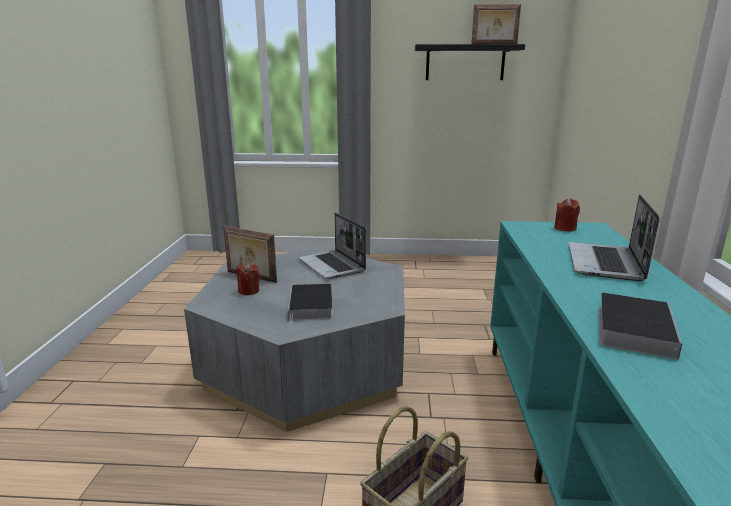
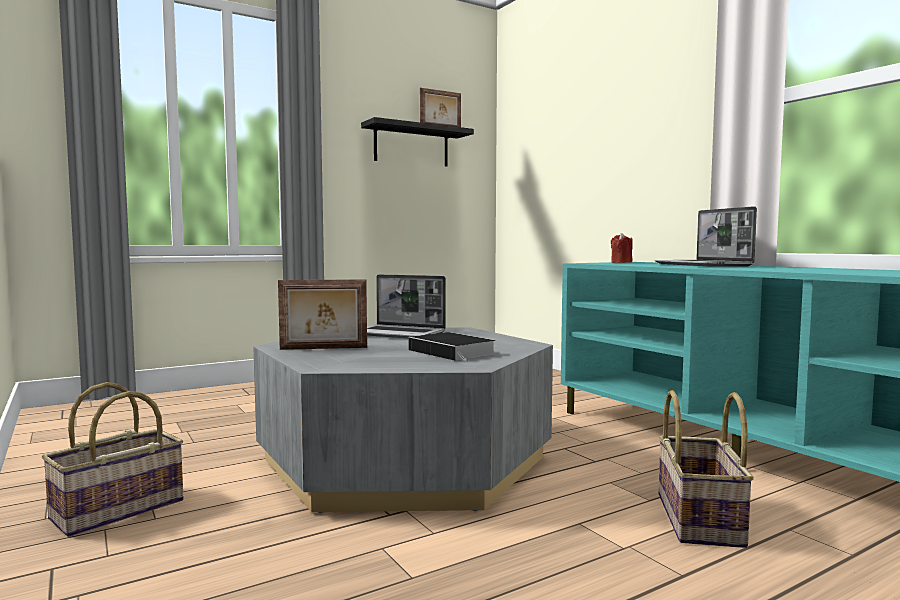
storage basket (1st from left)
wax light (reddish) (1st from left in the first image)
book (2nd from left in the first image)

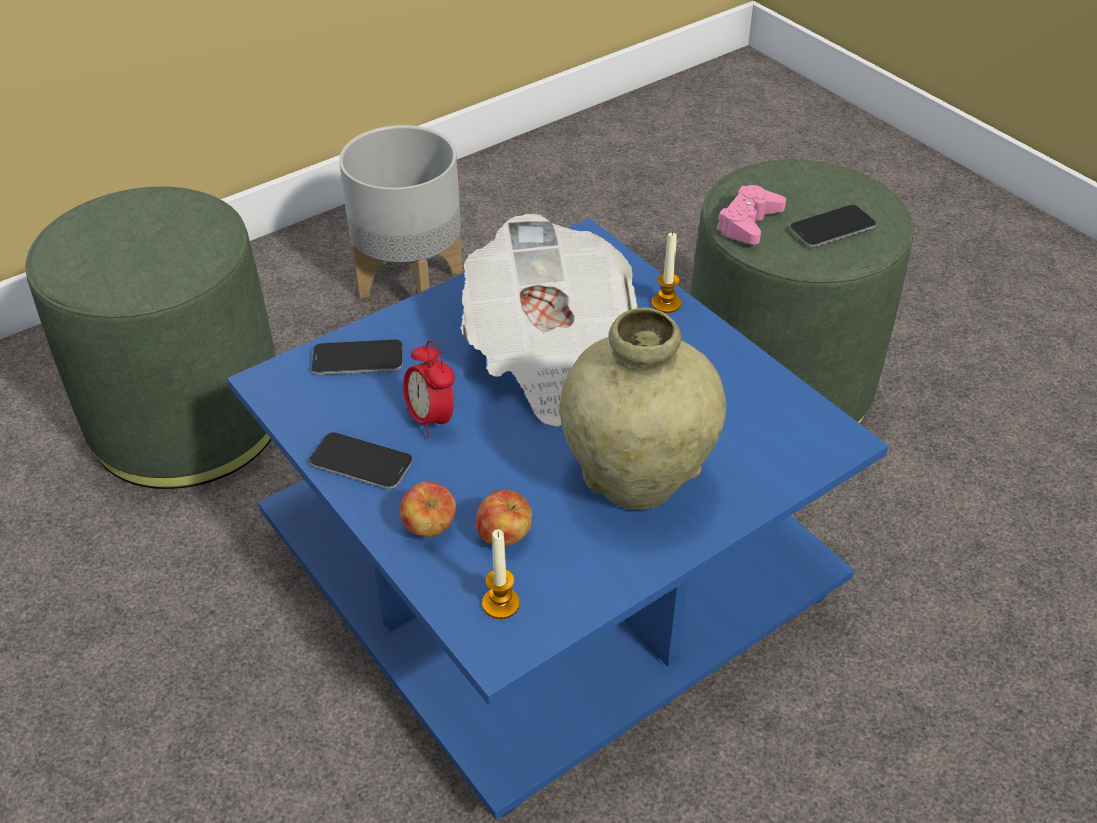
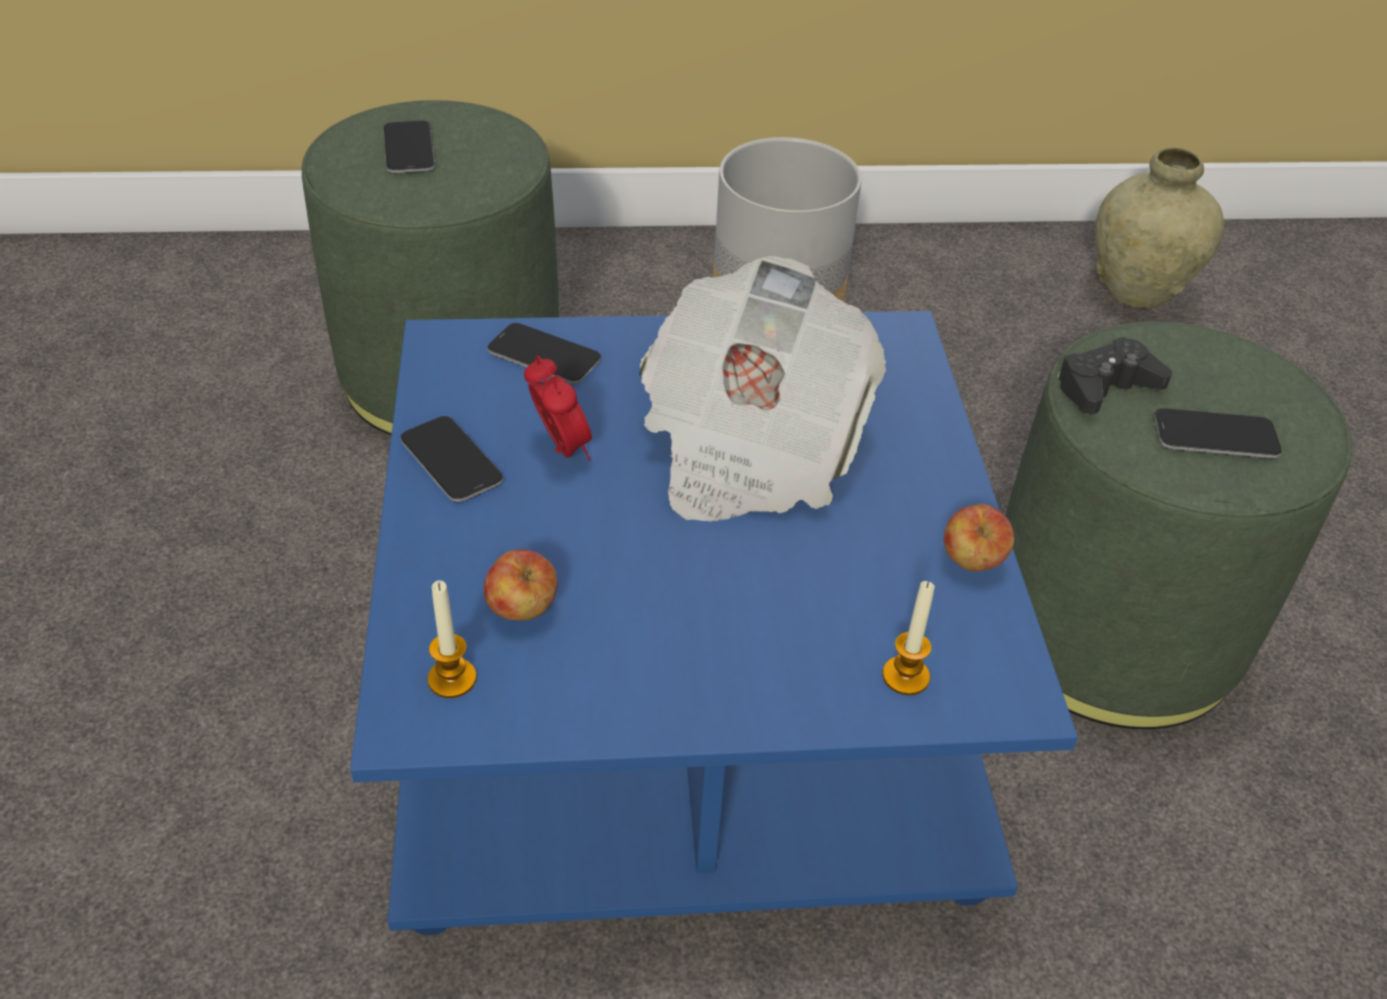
phone (1st from left)
bedside clock
wax light (2nd from left)
apple (2nd from left)
joypad (blackish)
vase (beige-coloured)

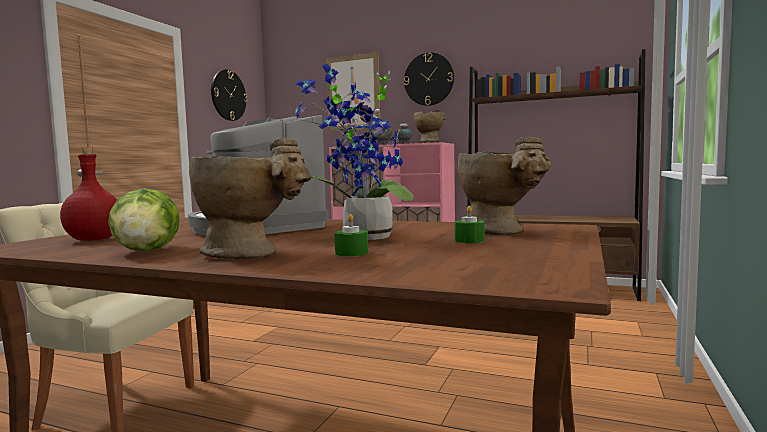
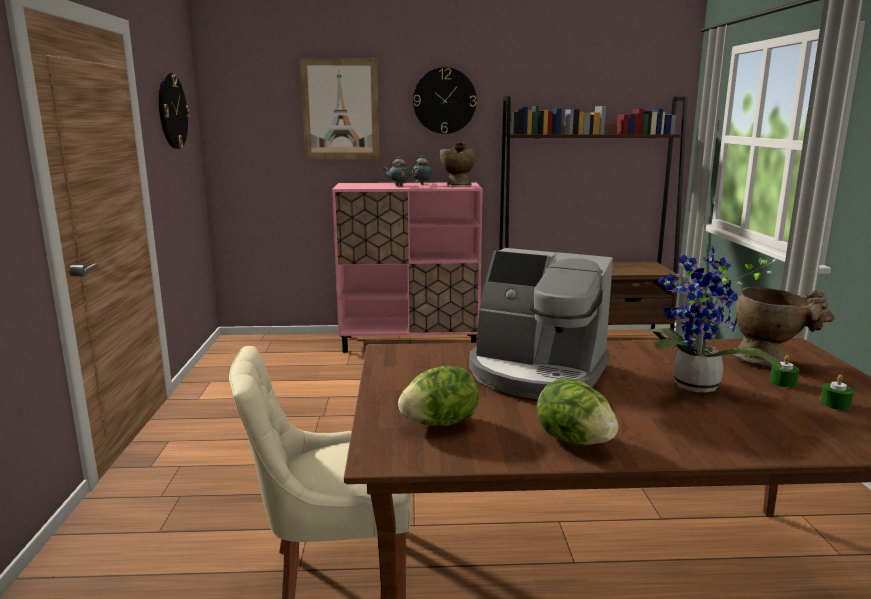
head of lettuce (1st from left)
wax light (green) (2nd from left)
vase (beige-coloured) (1st from left in the first image)

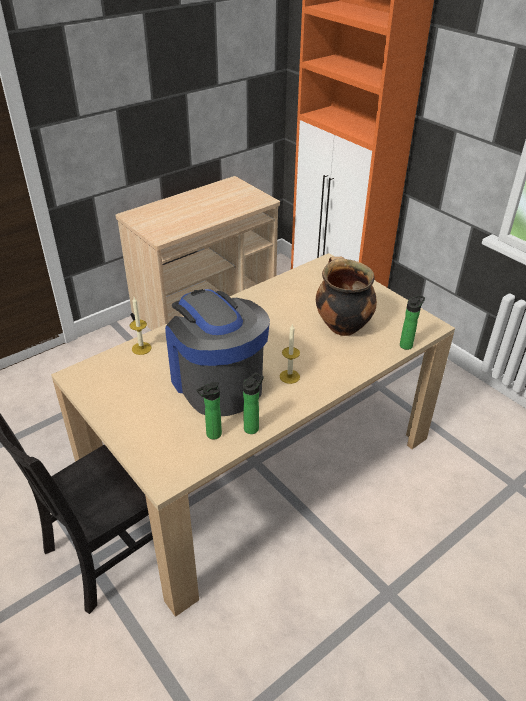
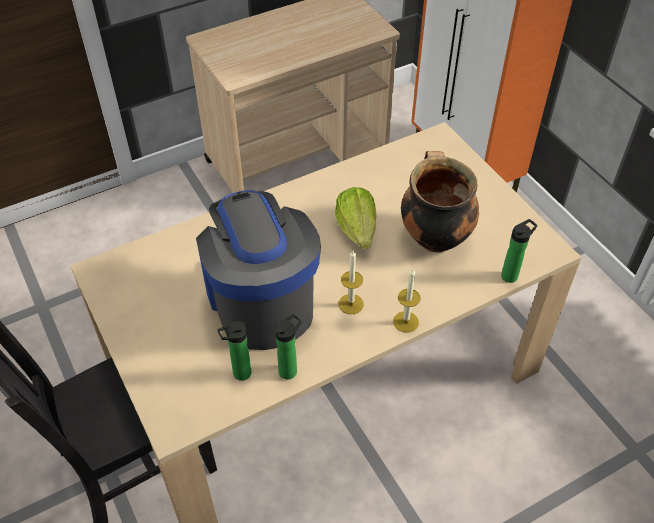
head of lettuce
wax light (2nd from left)

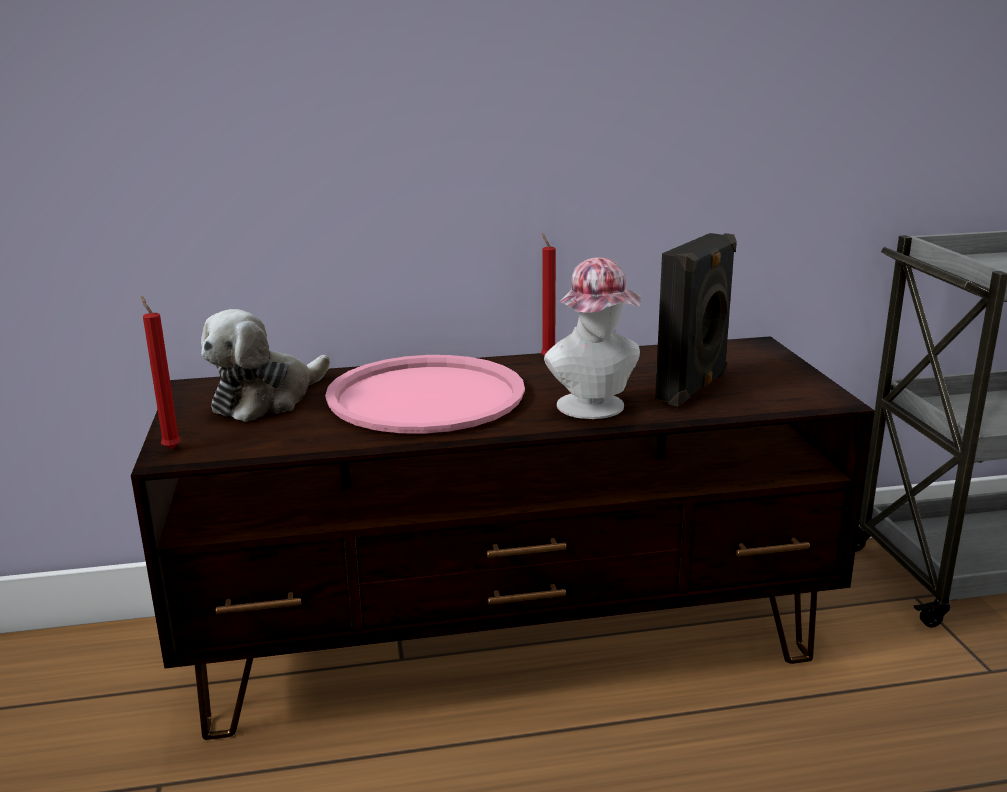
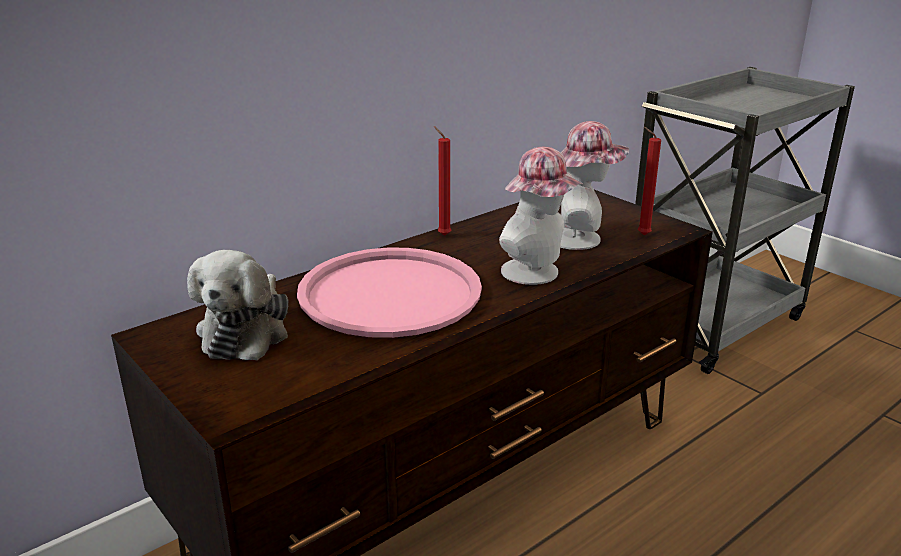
clothing hat (2nd from left)
wax light (reddish) (2nd from left)

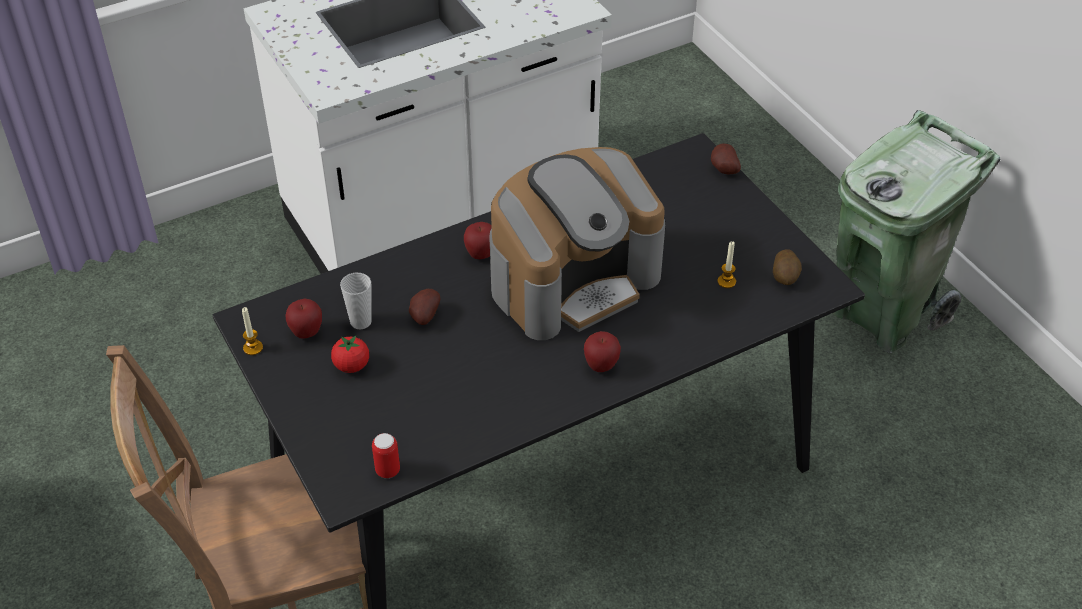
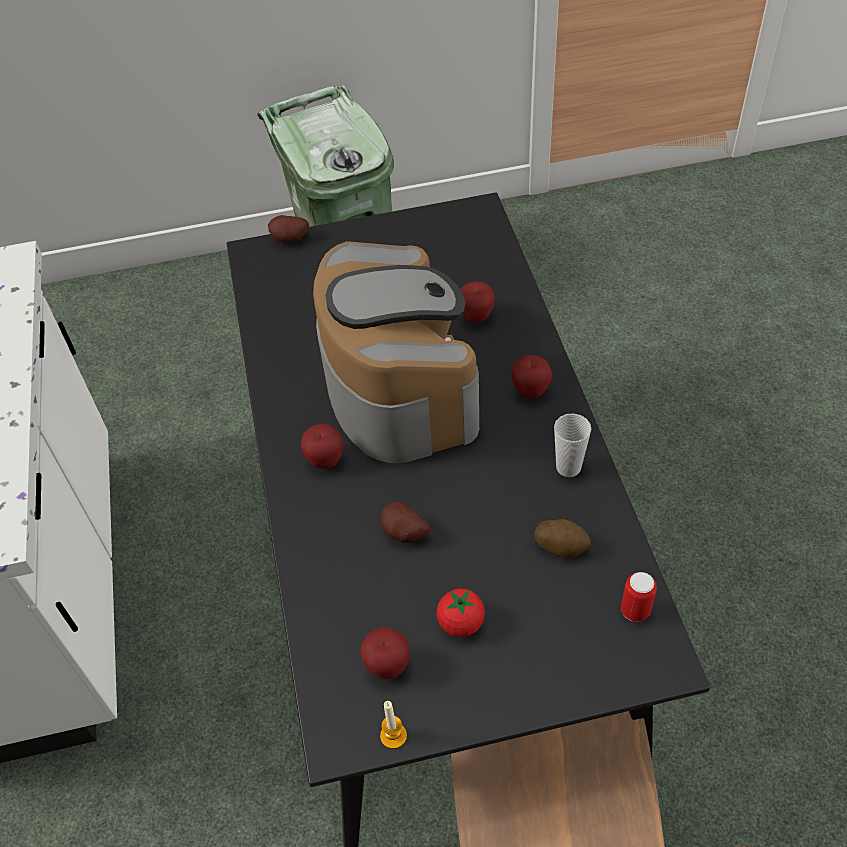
apple (3rd from left)
whole potato (3rd from left)
cup
wax light (2nd from left in the first image)

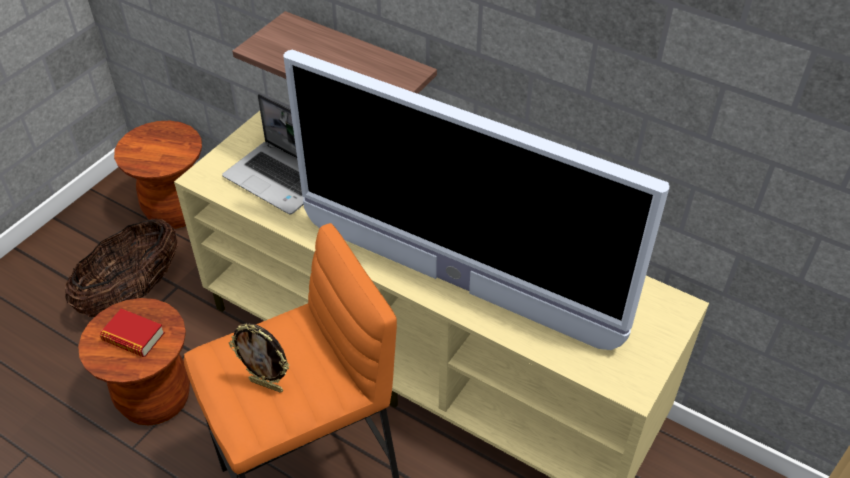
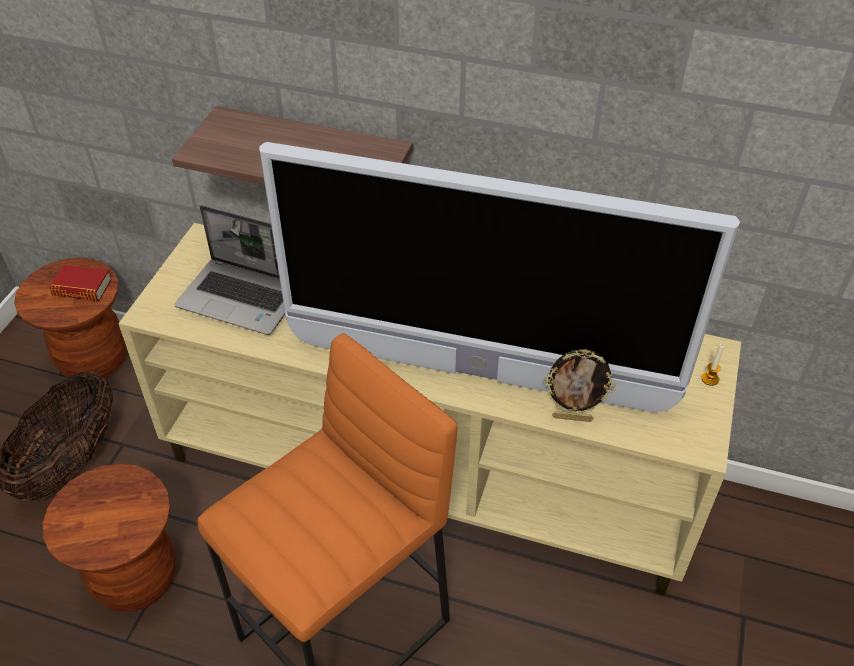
book
standing frame
wax light

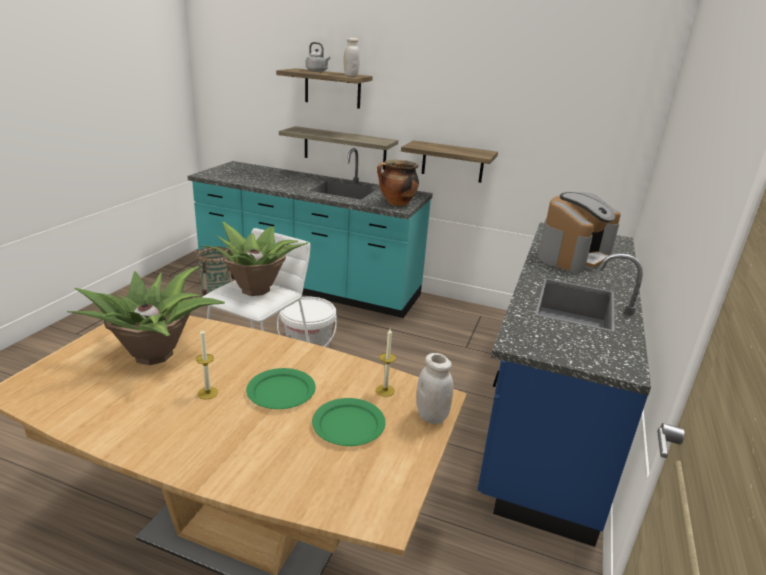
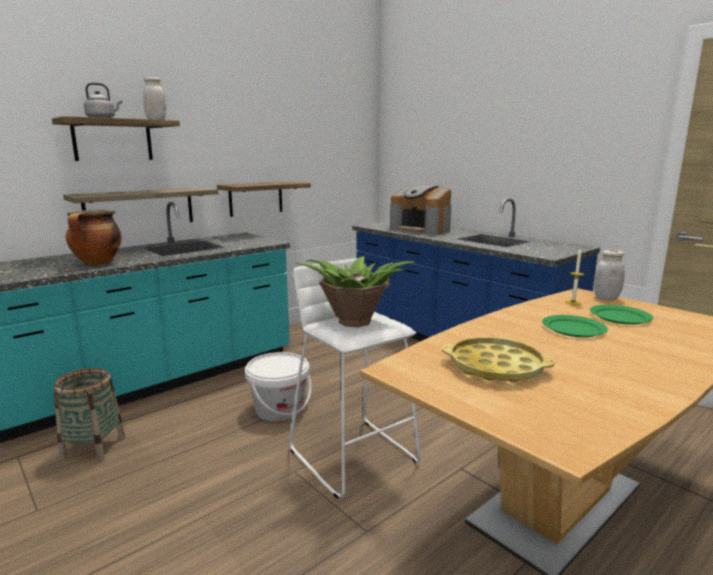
stockpot
coffee machine
tray (yellowish)
wax light (1st from left in the first image)

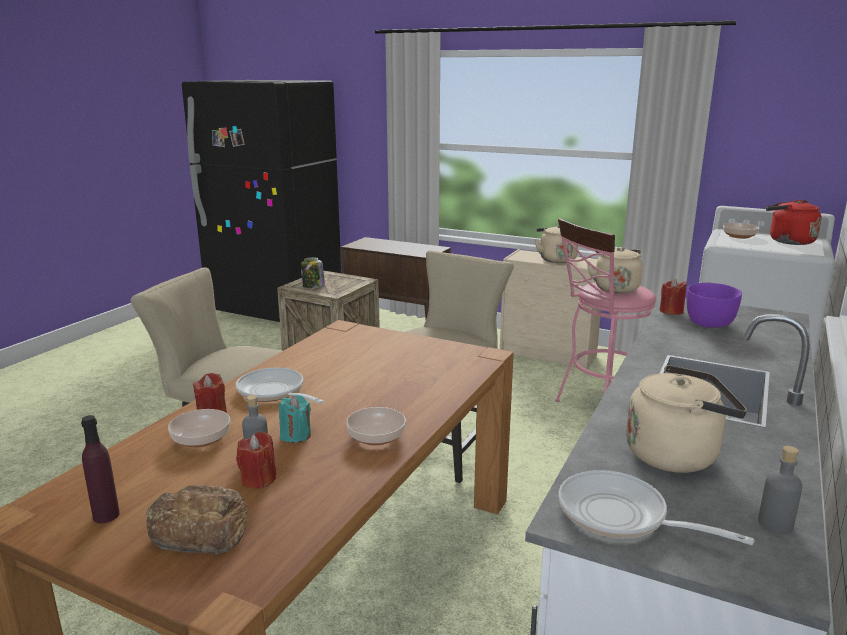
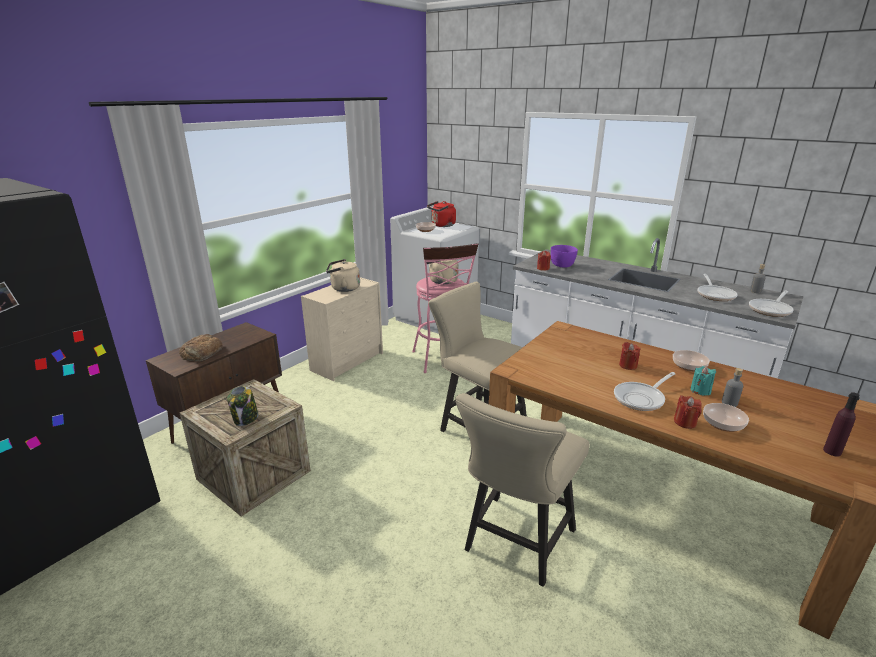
bread
wax light (reddish) (2nd from left)
frying pan (2nd from left)

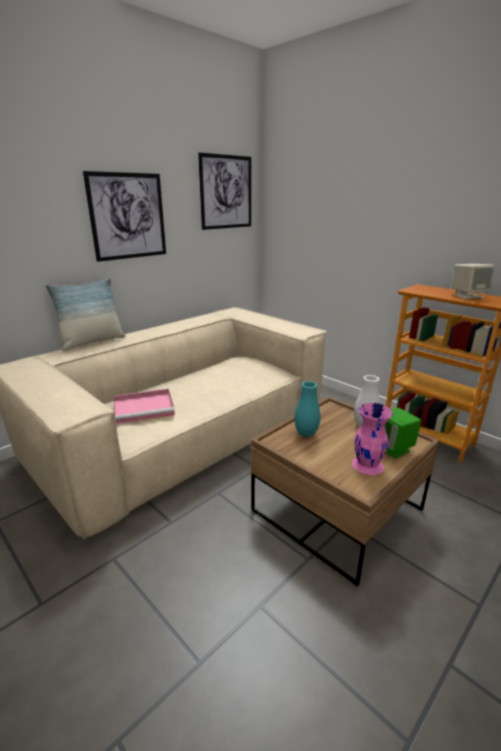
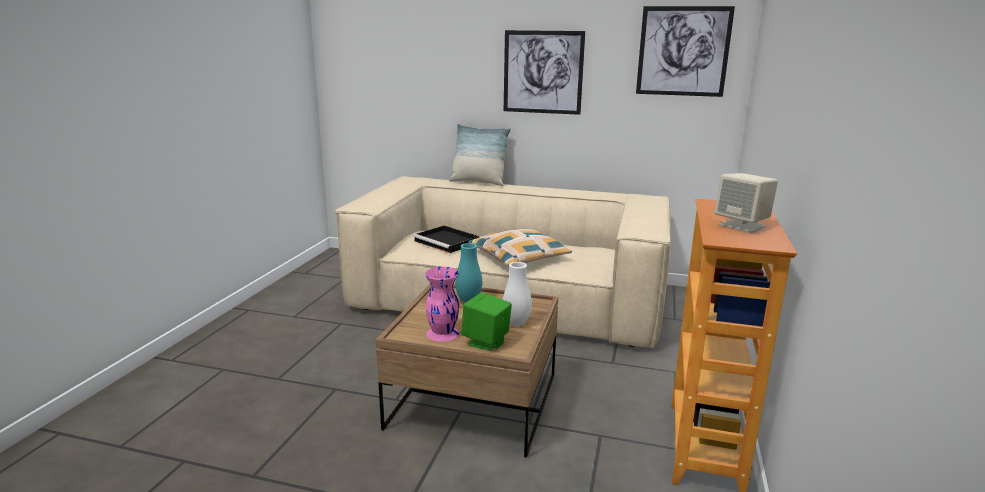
tray (blackish)
cushion (2nd from left)

